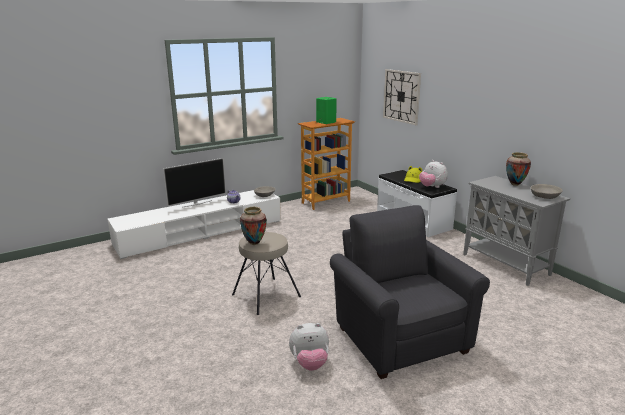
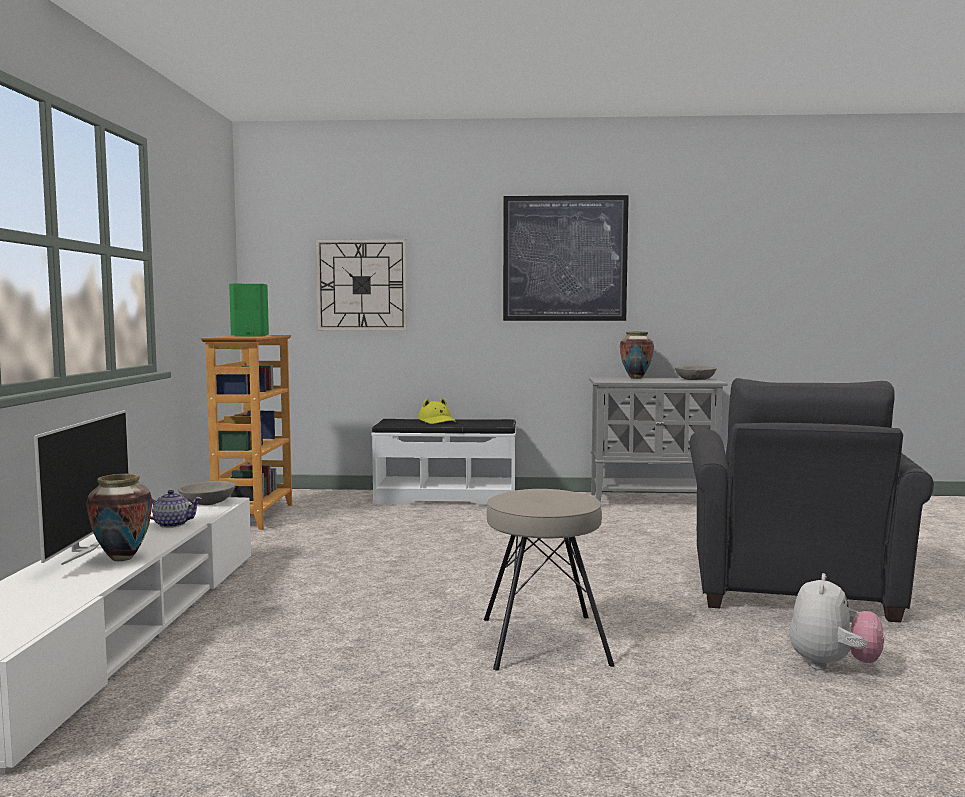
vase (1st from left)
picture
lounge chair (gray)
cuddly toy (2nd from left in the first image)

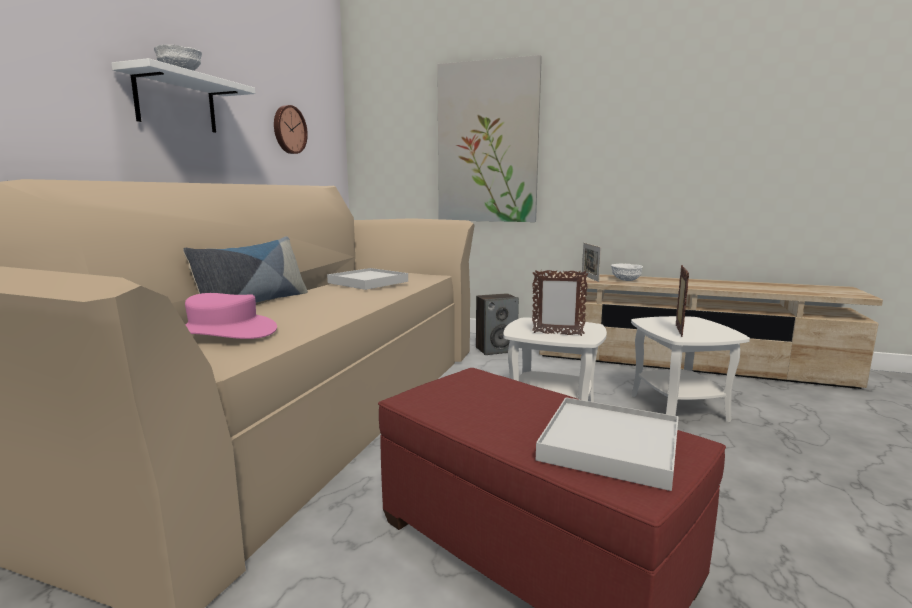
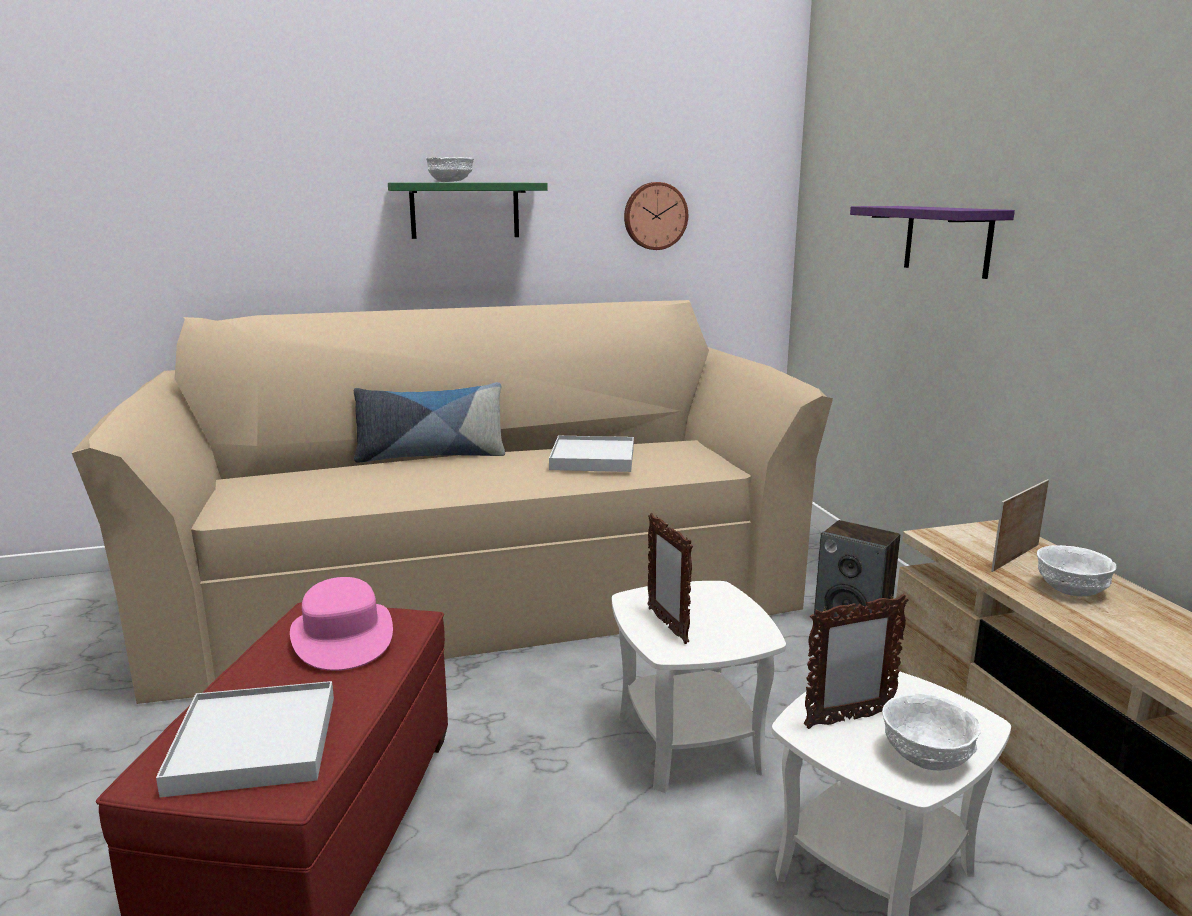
clothing hat (pinkish)
bracket shelf (green)
bracket shelf (purplish)
deep dish (whitish) (2nd from left)

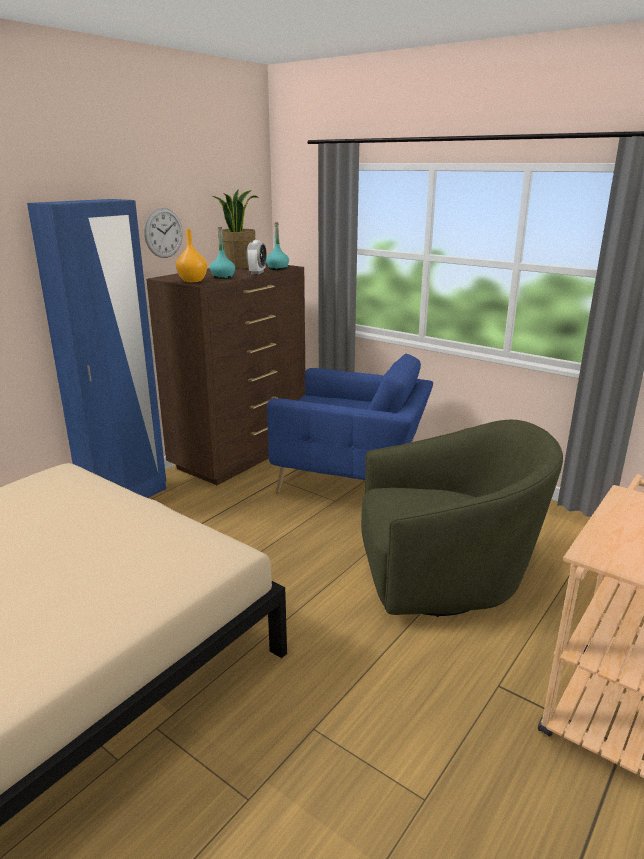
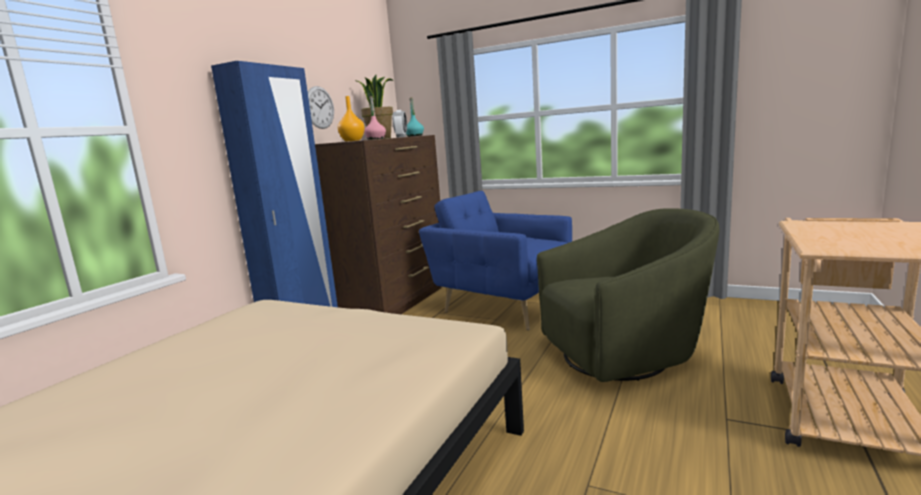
beverage bottle (pinkish)
lounge chair (bluish)

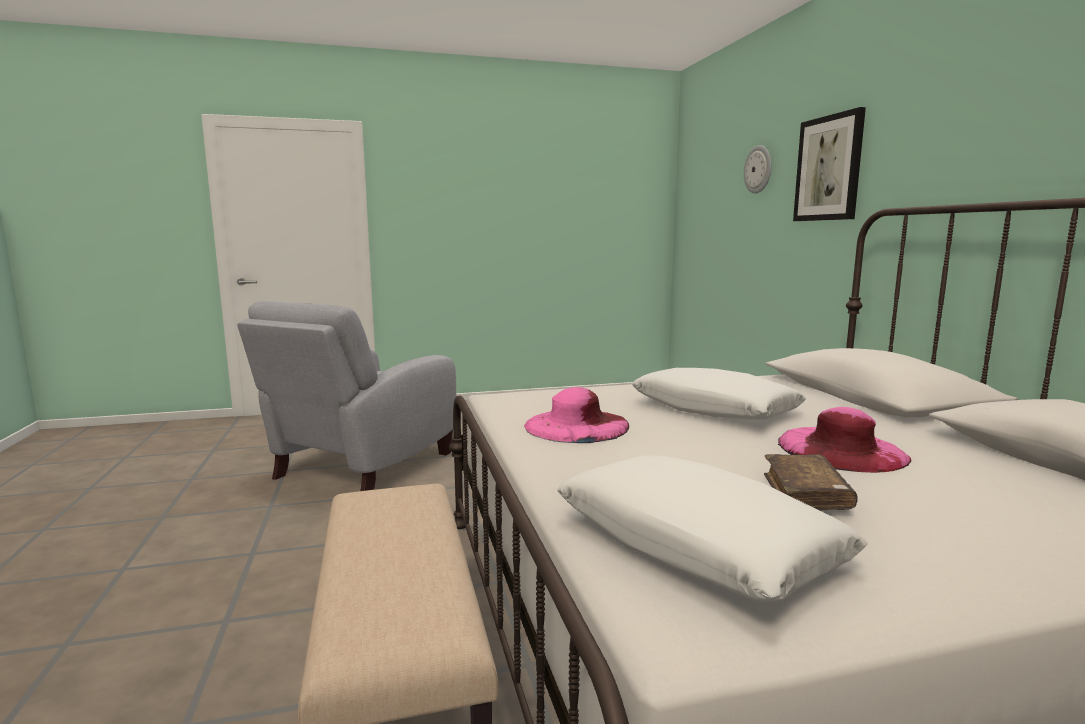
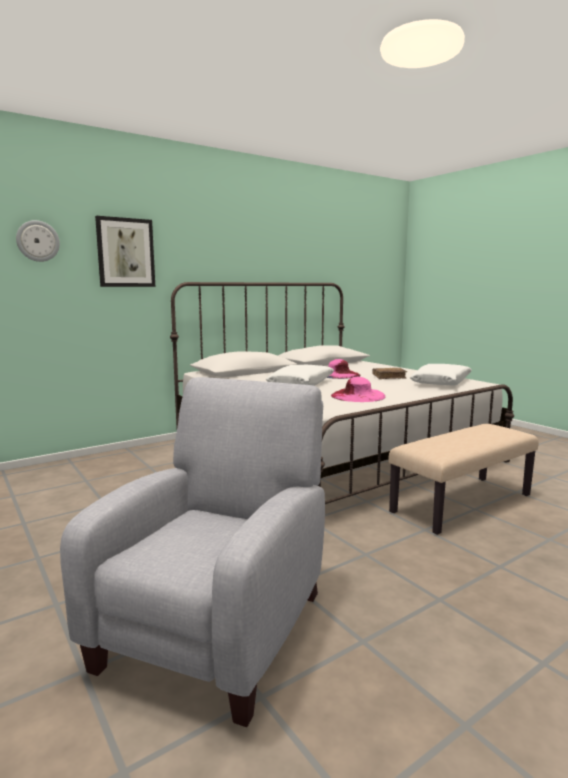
lounge chair (gray)

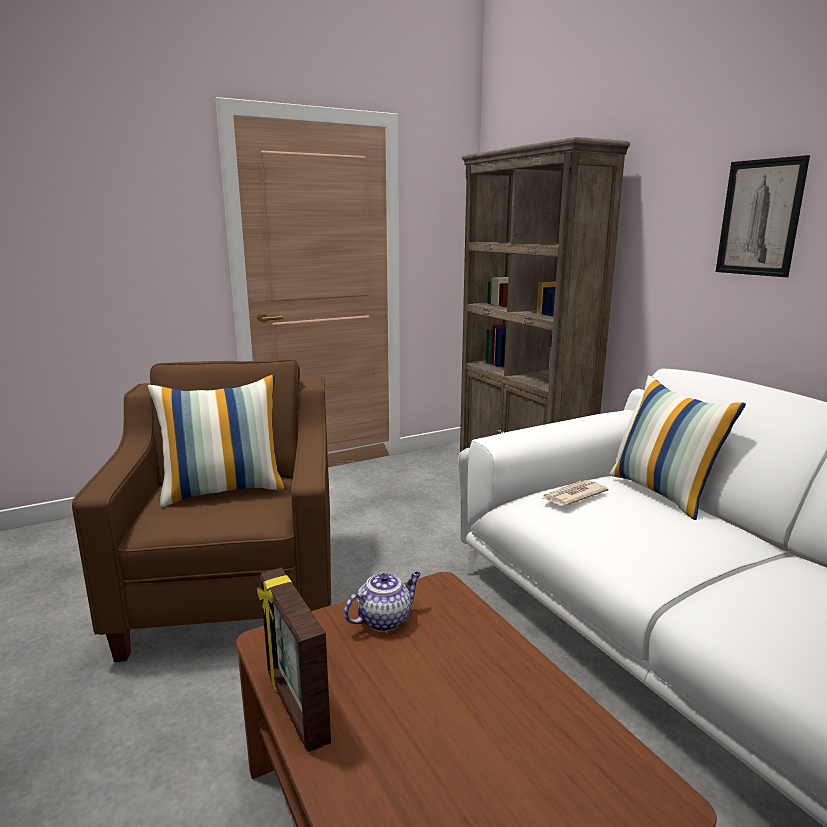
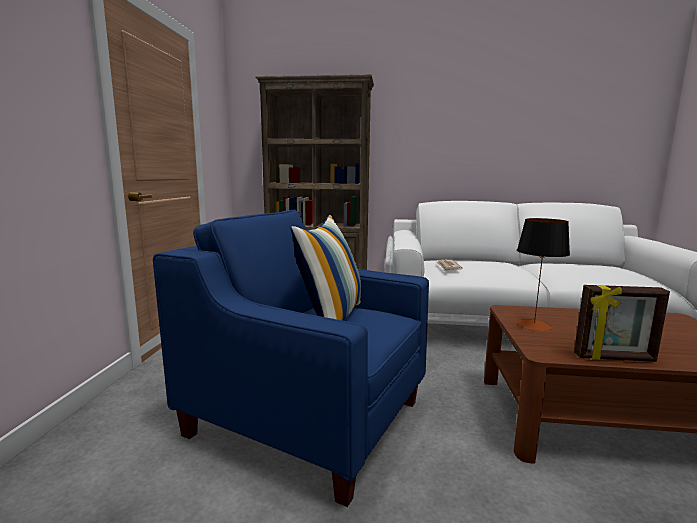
lounge chair (bluish)
lamp for a table
cushion (2nd from left in the first image)
picture

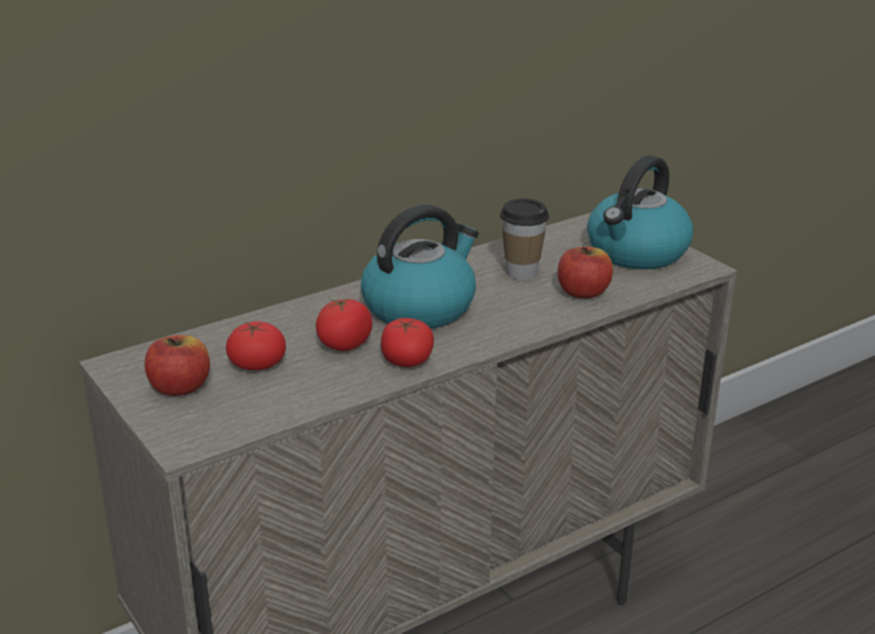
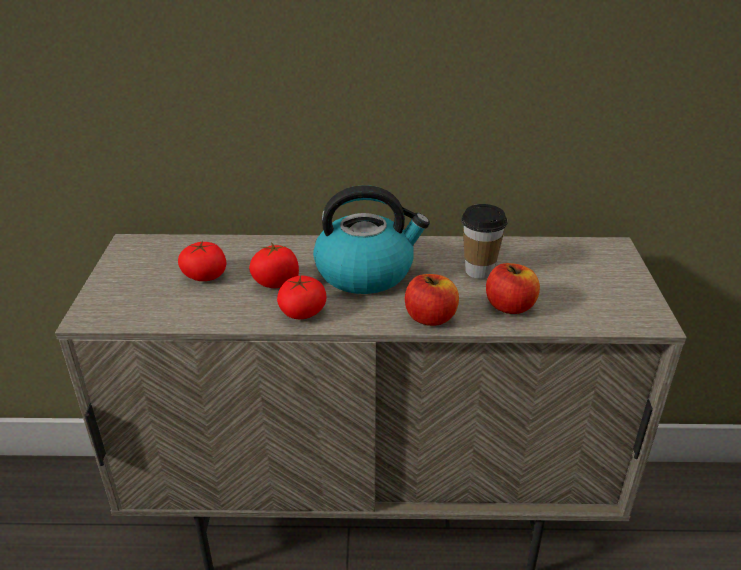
apple (1st from left)
tea kettle (2nd from left in the first image)

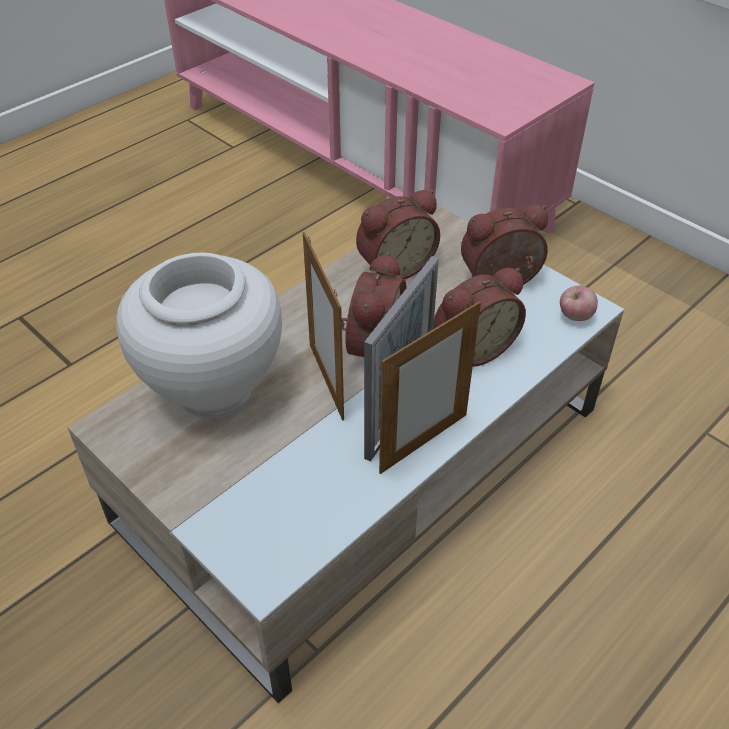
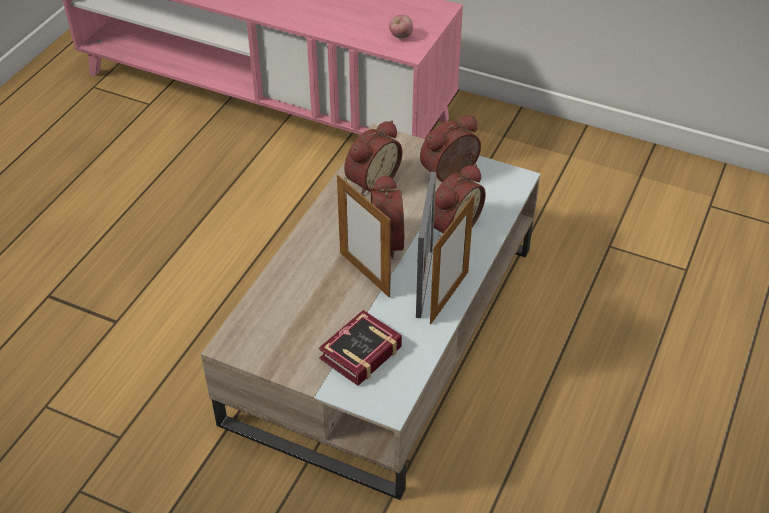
book
apple
vase (whitish)

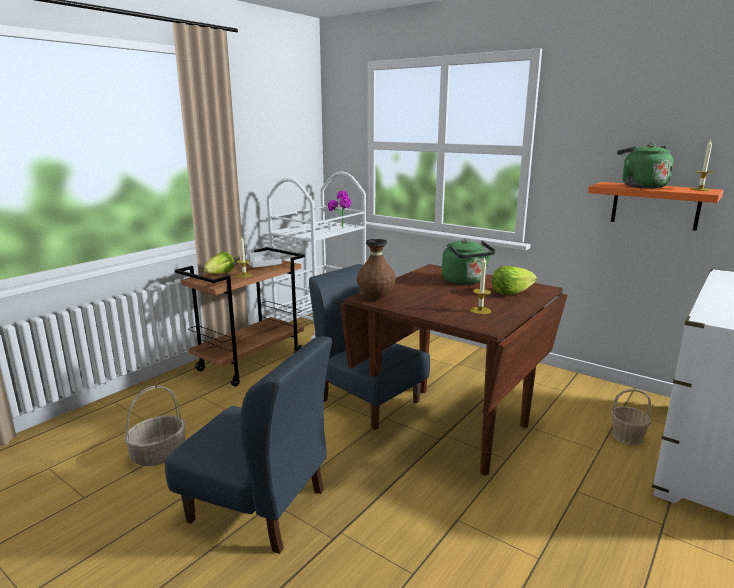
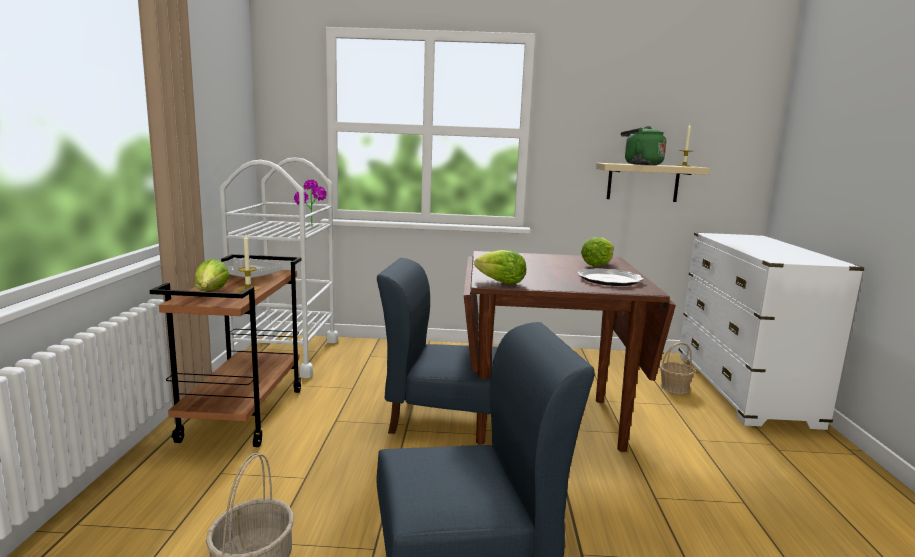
head of lettuce (2nd from left)
dinner plate
bracket shelf (beige-coloured)
tea kettle (green) (1st from left in the first image)

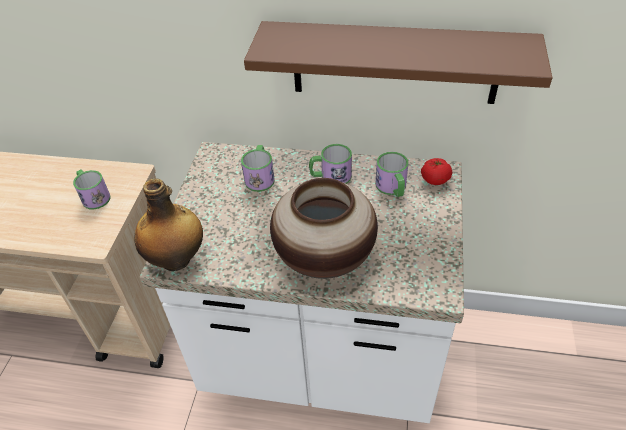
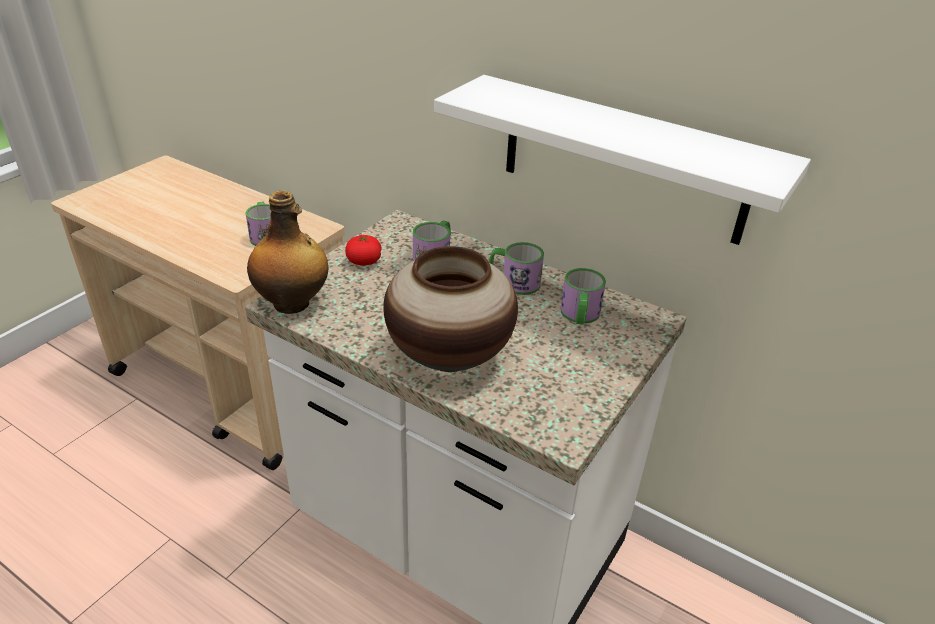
whole tomato
bracket shelf (whitish)

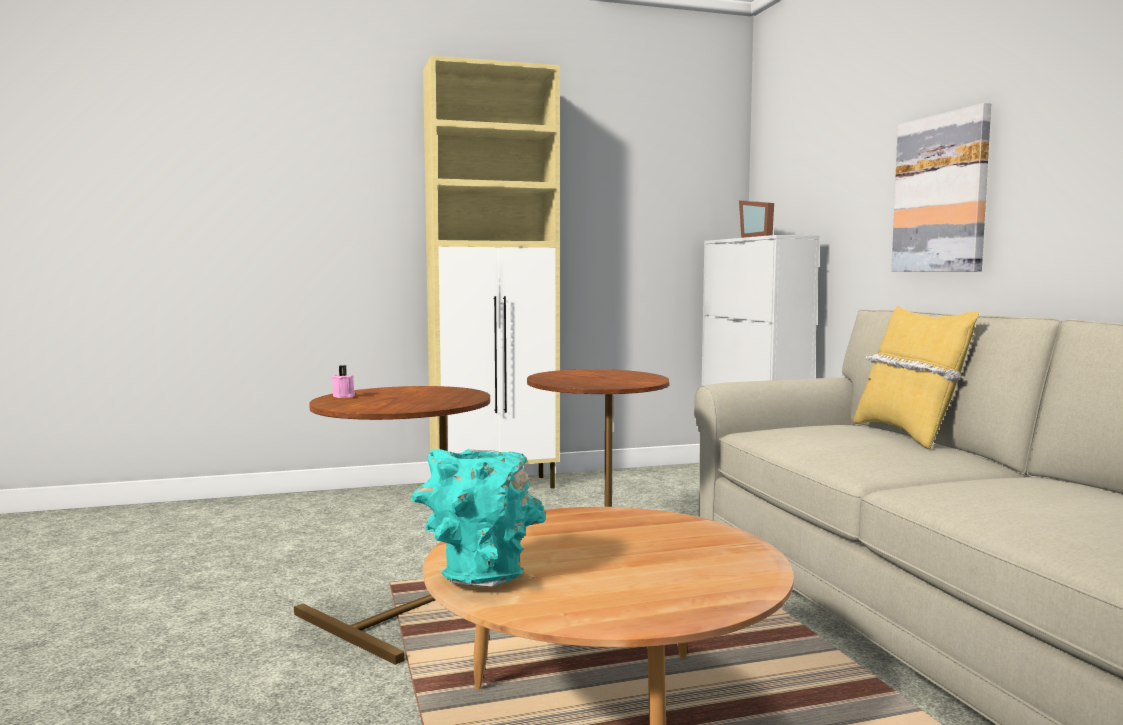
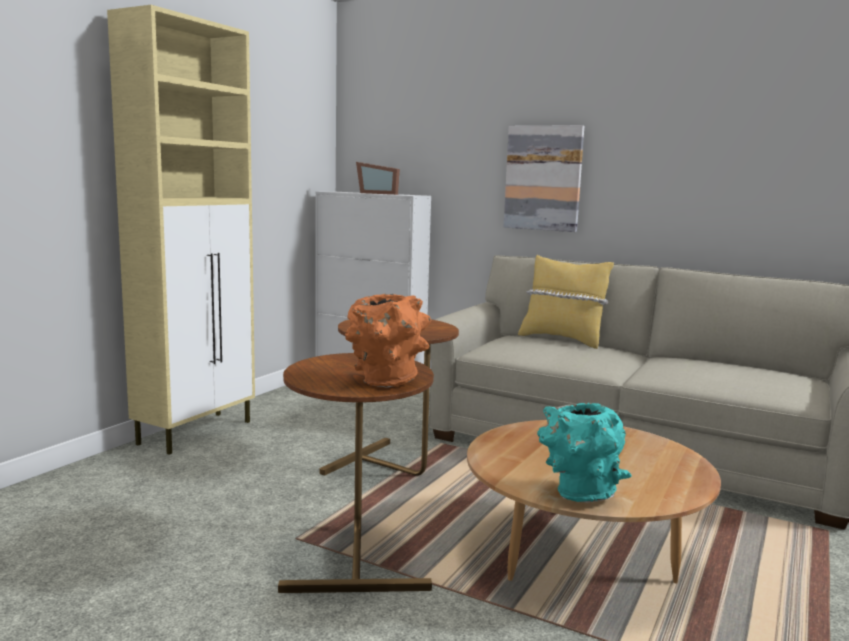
vase (orange)
wax light (pinkish)

